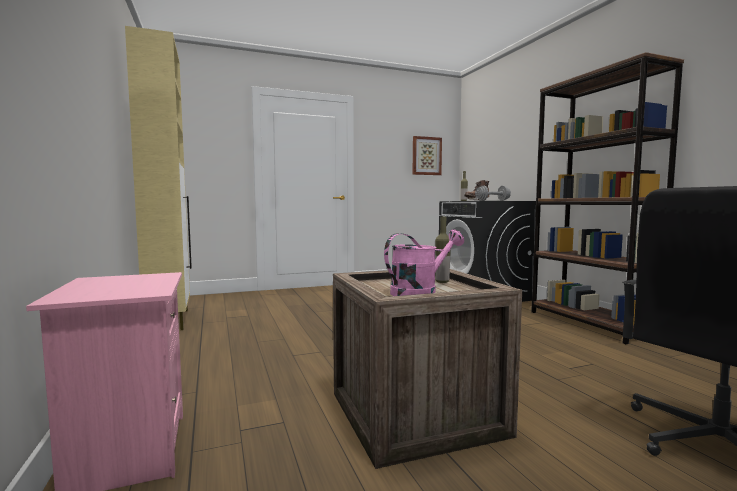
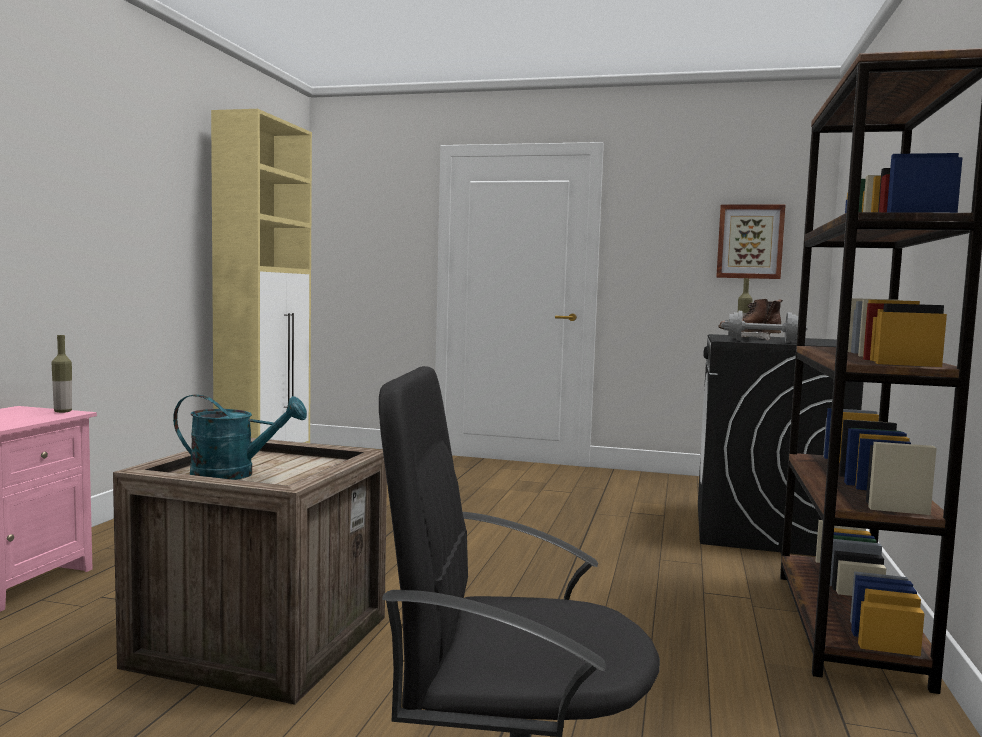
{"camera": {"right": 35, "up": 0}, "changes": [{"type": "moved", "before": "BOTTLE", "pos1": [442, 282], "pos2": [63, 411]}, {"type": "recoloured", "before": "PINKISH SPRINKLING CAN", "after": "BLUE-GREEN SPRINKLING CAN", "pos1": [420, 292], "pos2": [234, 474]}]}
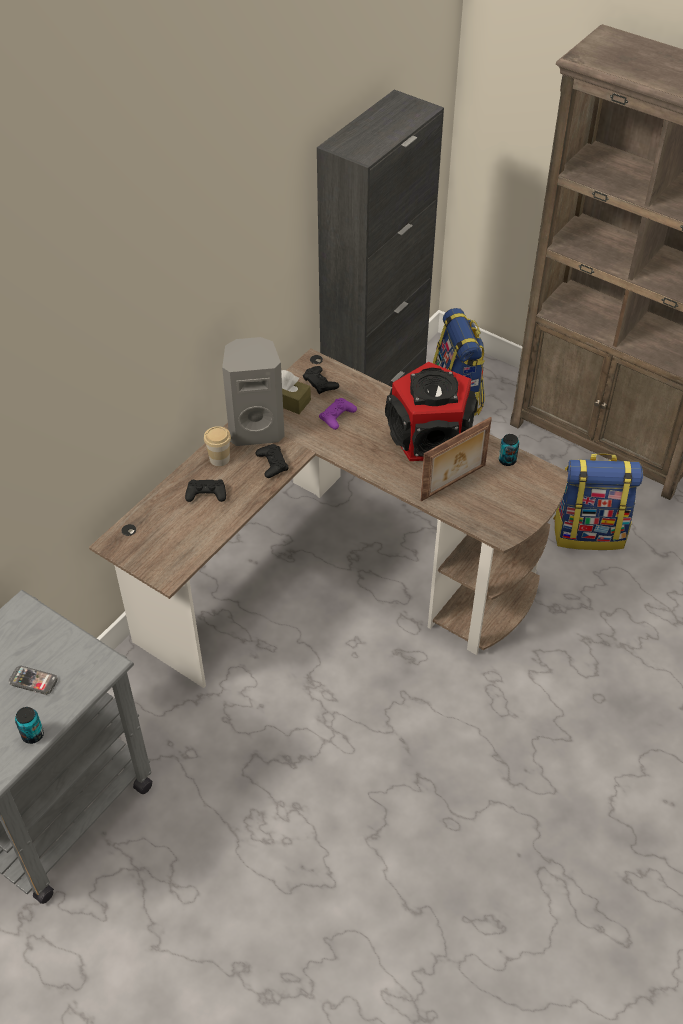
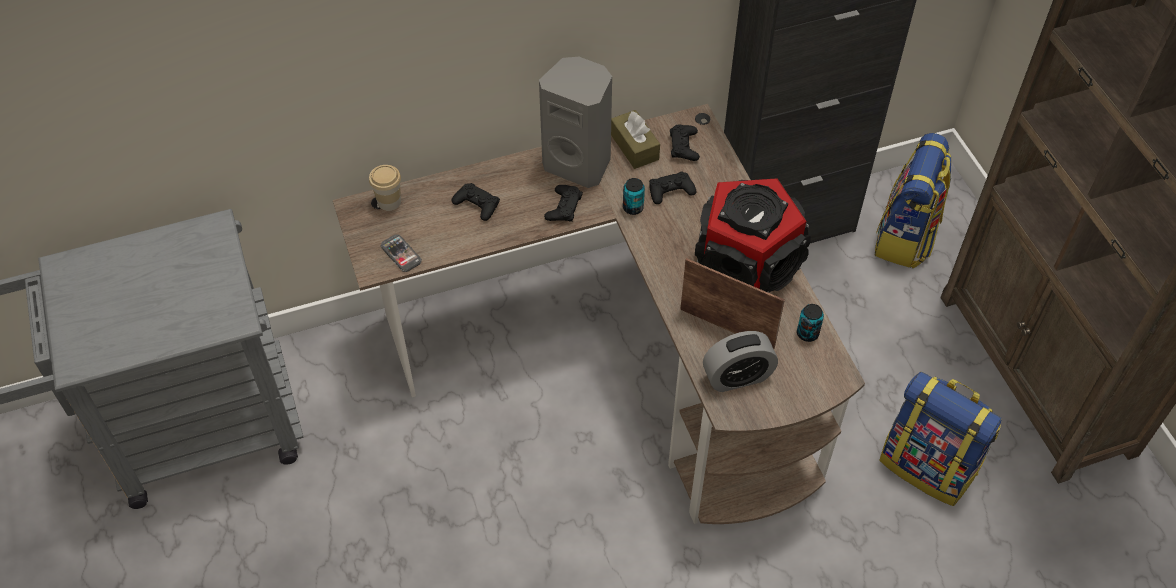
{"camera": {"right": 35, "up": 5}, "changes": [{"type": "added", "after": "BEDSIDE CLOCK", "pos2": [737, 377]}, {"type": "moved", "before": "TELEPHONE", "pos1": [33, 681], "pos2": [401, 254]}, {"type": "moved", "before": "SEALED CAN", "pos1": [33, 735], "pos2": [633, 208]}, {"type": "moved", "before": "DRINKING CUP", "pos1": [219, 459], "pos2": [389, 202]}, {"type": "recoloured", "before": "PURPLE-COLOURED JOYPAD", "after": "BLACK-COLOURED JOYPAD", "pos1": [337, 416], "pos2": [670, 191]}, {"type": "turned", "before": "PHOTO FRAME", "pos1": [454, 483], "pos2": [727, 327], "turn": -150}]}
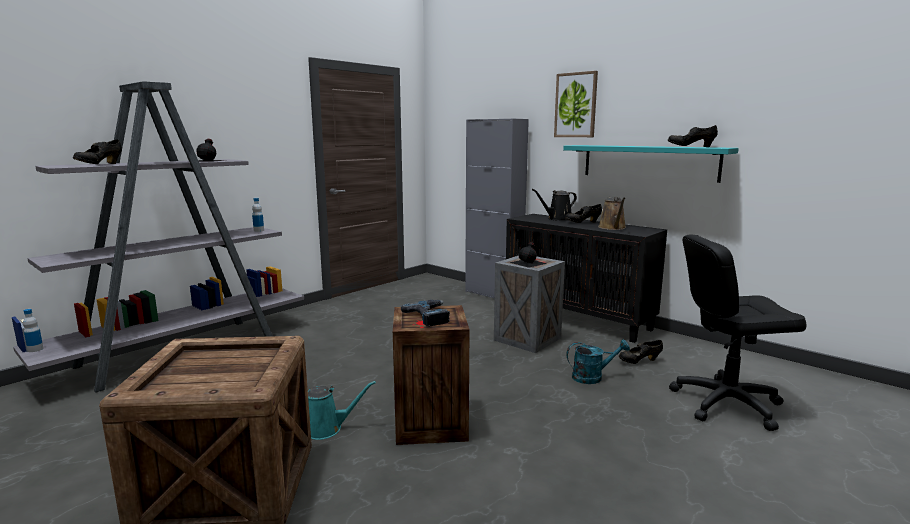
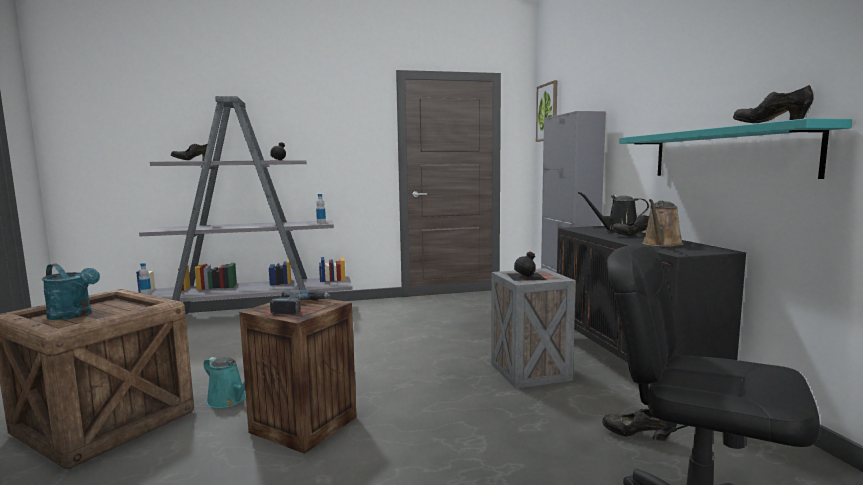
{"camera": {"right": 35, "up": -5}, "changes": [{"type": "moved", "before": "WALL PICTURE", "pos1": [576, 105], "pos2": [547, 112]}, {"type": "moved", "before": "BLUE-GREEN SPRINKLING CAN", "pos1": [592, 377], "pos2": [74, 315]}]}
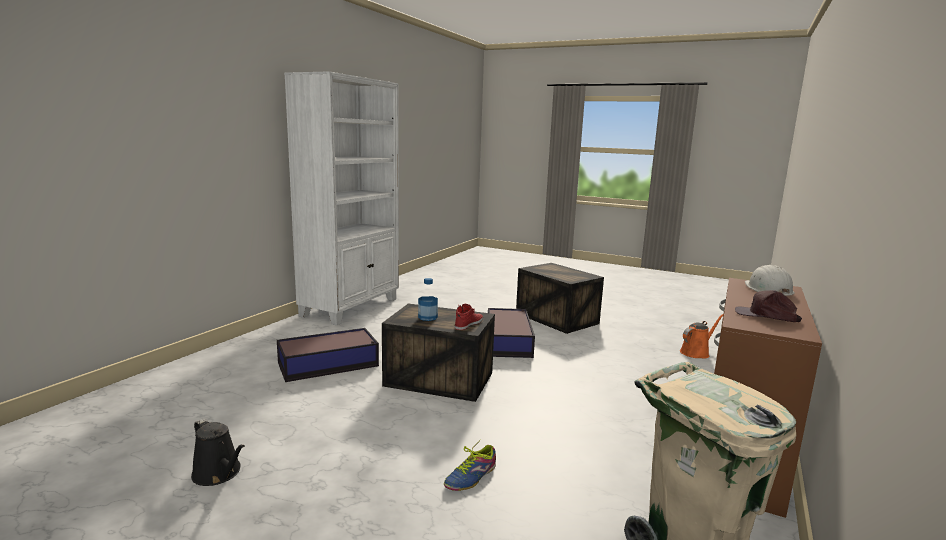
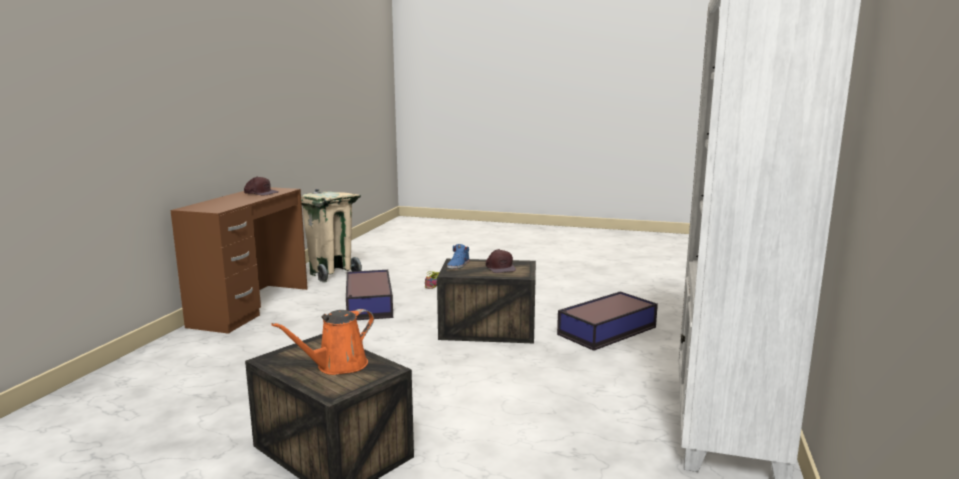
{"camera": {"right": 170, "up": 0}, "changes": [{"type": "removed", "before": "BLACK-COLOURED SPRINKLING CAN", "pos1": [219, 474]}, {"type": "removed", "before": "WHITISH HARD HAT", "pos1": [768, 289]}, {"type": "moved", "before": "STORAGE BOX", "pos1": [509, 341], "pos2": [368, 304]}, {"type": "moved", "before": "ORANGEY SPRINKLING CAN", "pos1": [696, 352], "pos2": [337, 366]}, {"type": "replaced", "before": "BOTTLE", "after": "BROWN-COLOURED BASEBALL CAP", "pos1": [427, 317], "pos2": [500, 267]}, {"type": "recoloured", "before": "RED ITEM OF FOOTWEAR", "after": "BLUE ITEM OF FOOTWEAR", "pos1": [468, 324], "pos2": [458, 265]}]}
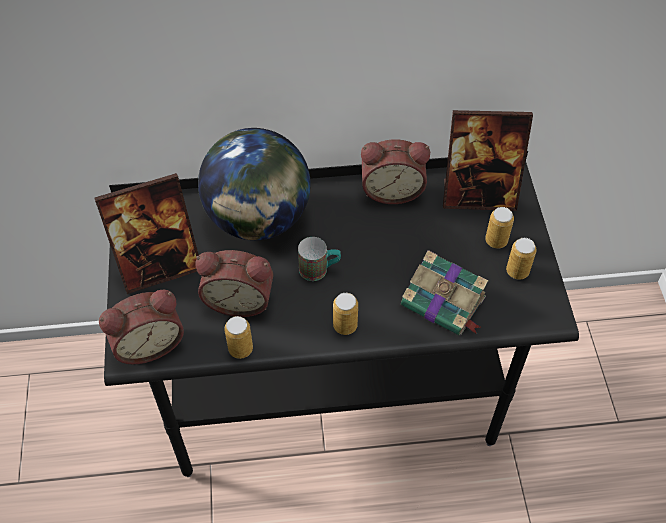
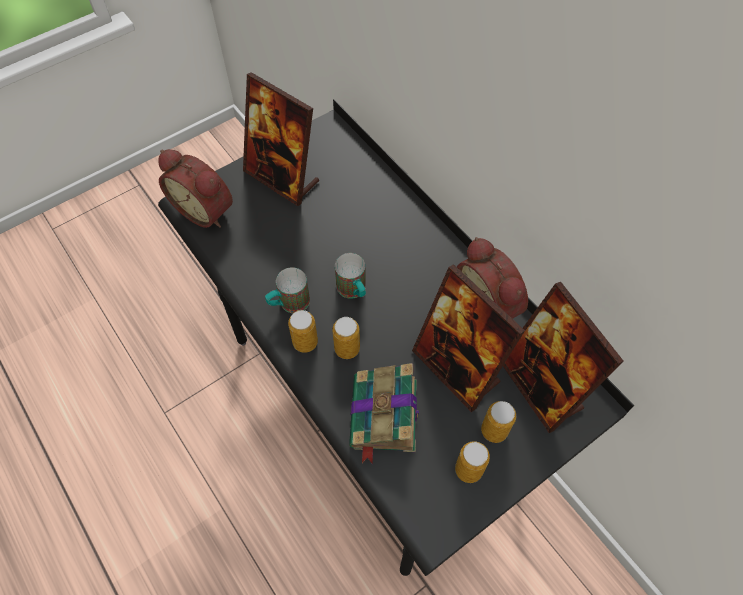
{"camera": {"right": 60, "up": 5}, "changes": [{"type": "removed", "before": "BEDSIDE CLOCK", "pos1": [239, 299]}, {"type": "removed", "before": "DESK GLOBE", "pos1": [258, 219]}, {"type": "added", "after": "MUG", "pos2": [289, 304]}, {"type": "added", "after": "PHOTO FRAME", "pos2": [456, 368]}, {"type": "moved", "before": "SEALED CAN", "pos1": [240, 349], "pos2": [347, 348]}]}
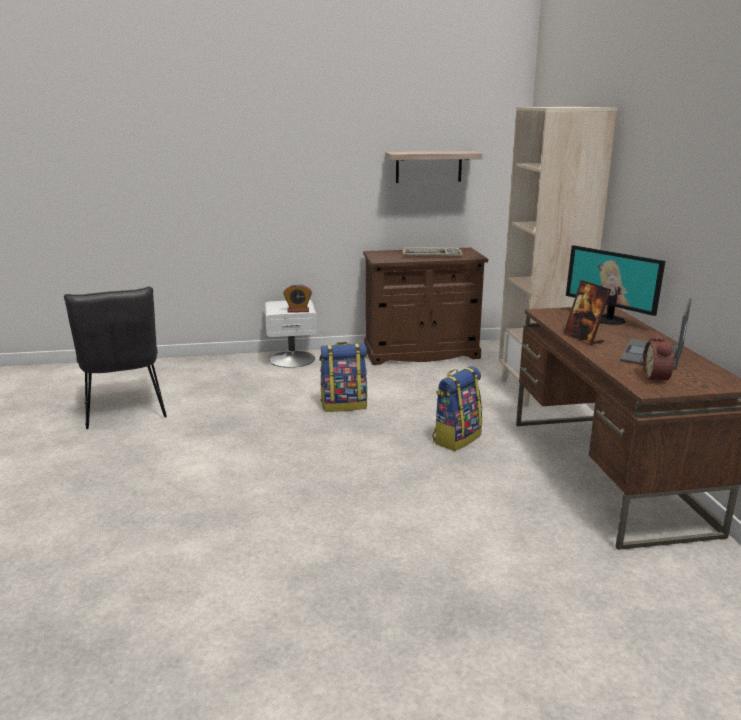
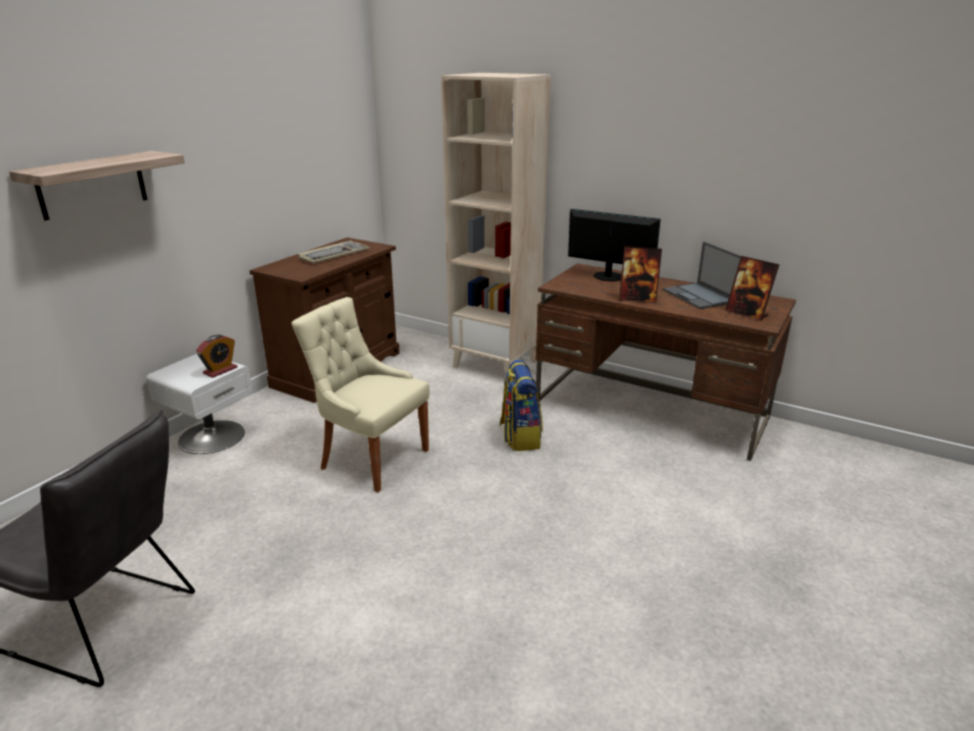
{"camera": {"right": -50, "up": 5}, "changes": [{"type": "moved", "before": "WALL SHELF", "pos1": [428, 166], "pos2": [92, 185]}, {"type": "replaced", "before": "BACKPACK", "after": "SAND-COLOURED UPRIGHT CHAIR", "pos1": [344, 405], "pos2": [371, 458]}, {"type": "replaced", "before": "BEDSIDE CLOCK", "after": "PHOTO FRAME", "pos1": [657, 379], "pos2": [747, 313]}, {"type": "turned", "before": "COMPUTER SCREEN", "pos1": [608, 319], "pos2": [608, 277], "turn": -150}]}
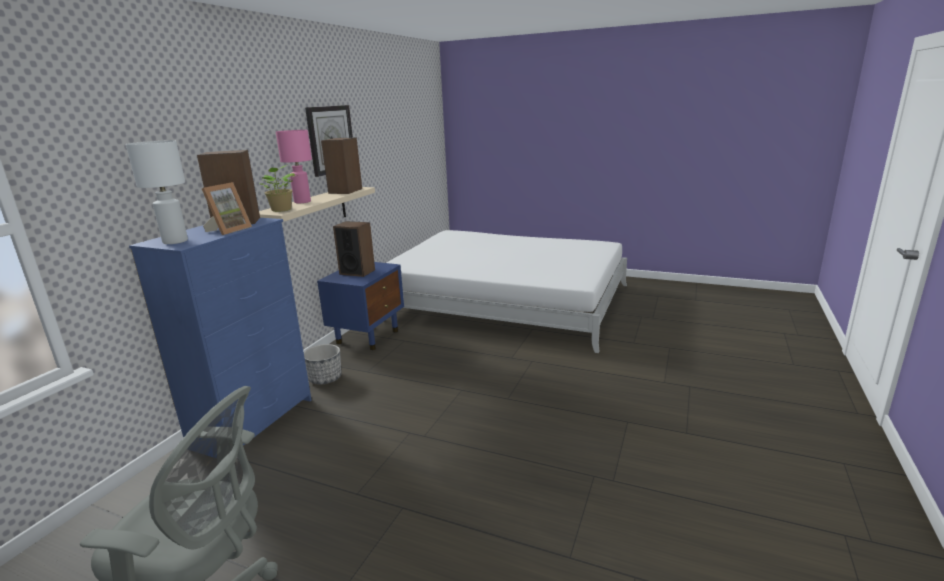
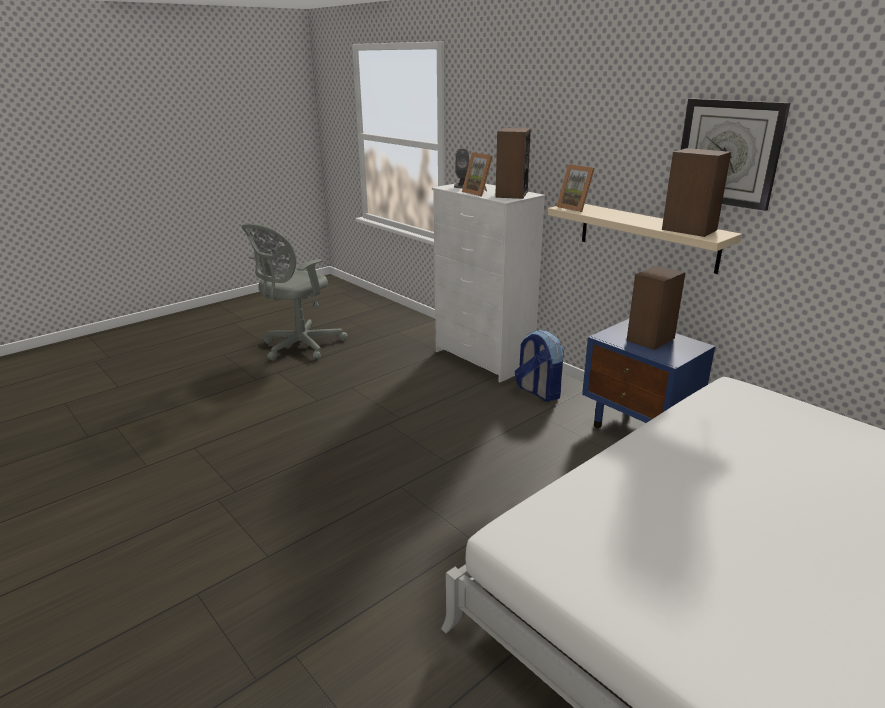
{"camera": {"right": 115, "up": 5}, "changes": [{"type": "removed", "before": "PINKISH TABLE LAMP", "pos1": [302, 202]}, {"type": "replaced", "before": "WHITISH TABLE LAMP", "after": "GREY SPEAKER", "pos1": [175, 241], "pos2": [462, 186]}, {"type": "replaced", "before": "POTTED PLANT", "after": "PHOTO FRAME", "pos1": [281, 210], "pos2": [576, 208]}, {"type": "replaced", "before": "PLANT POT", "after": "BACKPACK", "pos1": [325, 379], "pos2": [538, 392]}, {"type": "recoloured", "before": "BLUE DRAWER CHEST", "after": "WHITISH DRAWER CHEST", "pos1": [255, 422], "pos2": [483, 359]}]}
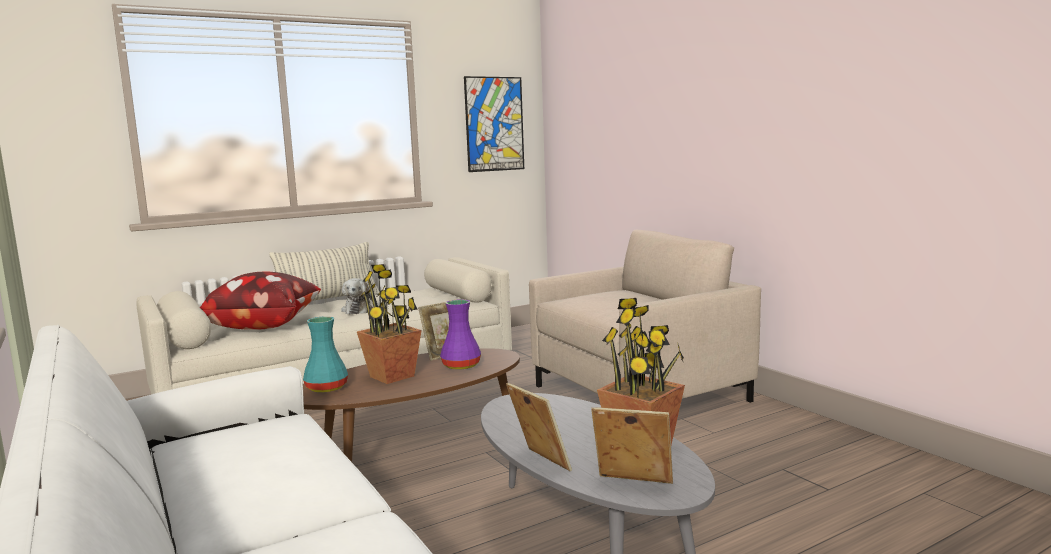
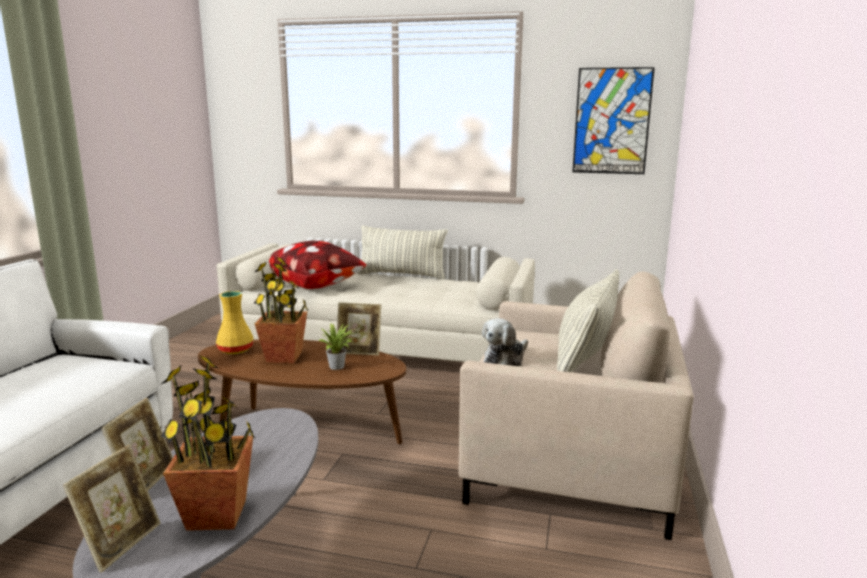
{"camera": {"right": 45, "up": 5}, "changes": [{"type": "added", "after": "PILLOW", "pos2": [586, 357]}, {"type": "moved", "before": "PLUSH TOY", "pos1": [358, 310], "pos2": [505, 359]}, {"type": "replaced", "before": "PURPLE-COLOURED FLOWER VASE", "after": "POTTED PLANT", "pos1": [460, 366], "pos2": [338, 367]}, {"type": "recoloured", "before": "BLUE-GREEN FLOWER VASE", "after": "YELLOW FLOWER VASE", "pos1": [326, 388], "pos2": [234, 350]}, {"type": "turned", "before": "PHOTO FRAME", "pos1": [633, 485], "pos2": [121, 543], "turn": 45}]}
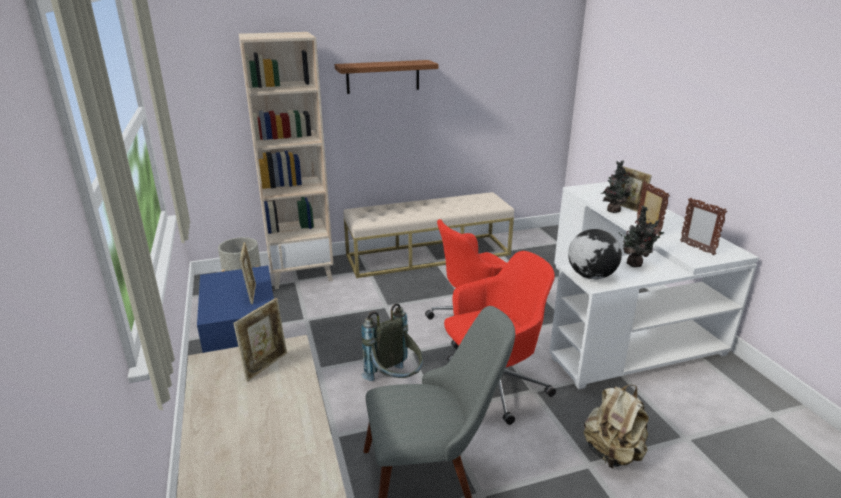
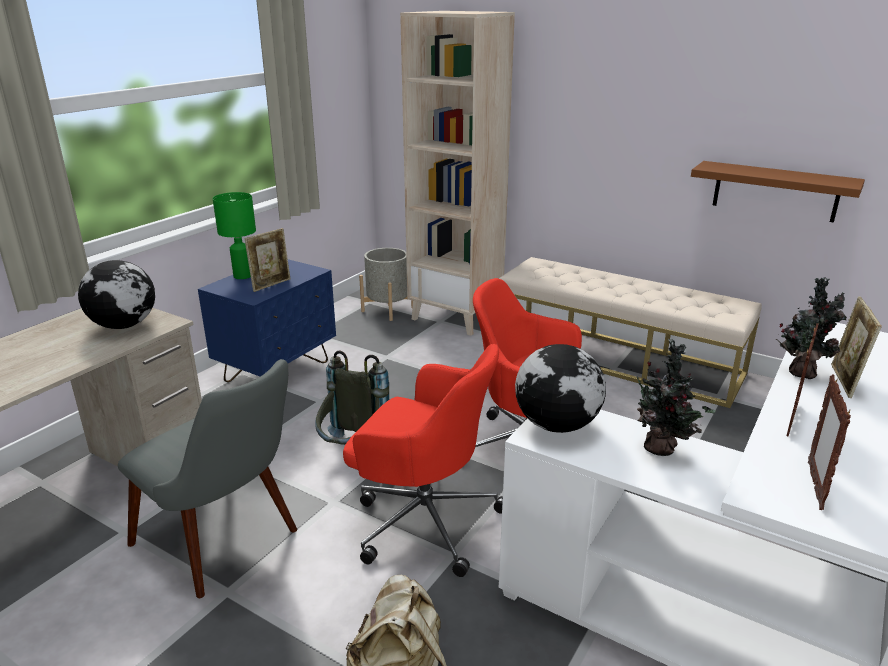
{"camera": {"right": 50, "up": 0}, "changes": [{"type": "added", "after": "GREEN-COLOURED TABLE LAMP", "pos2": [243, 276]}, {"type": "moved", "before": "BROWN-COLOURED WALL SHELF", "pos1": [383, 76], "pos2": [775, 191]}, {"type": "replaced", "before": "PHOTO FRAME", "after": "DESK GLOBE", "pos1": [266, 365], "pos2": [125, 325]}]}
